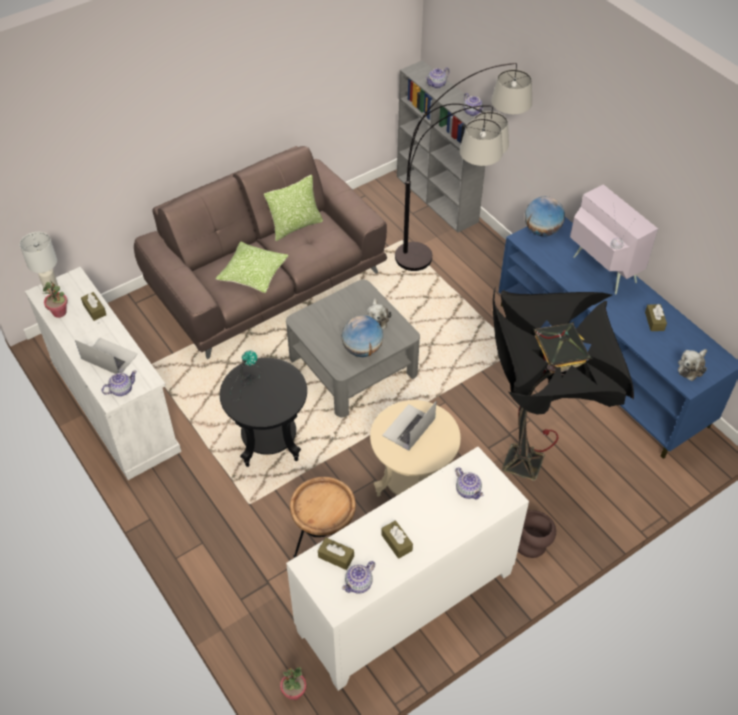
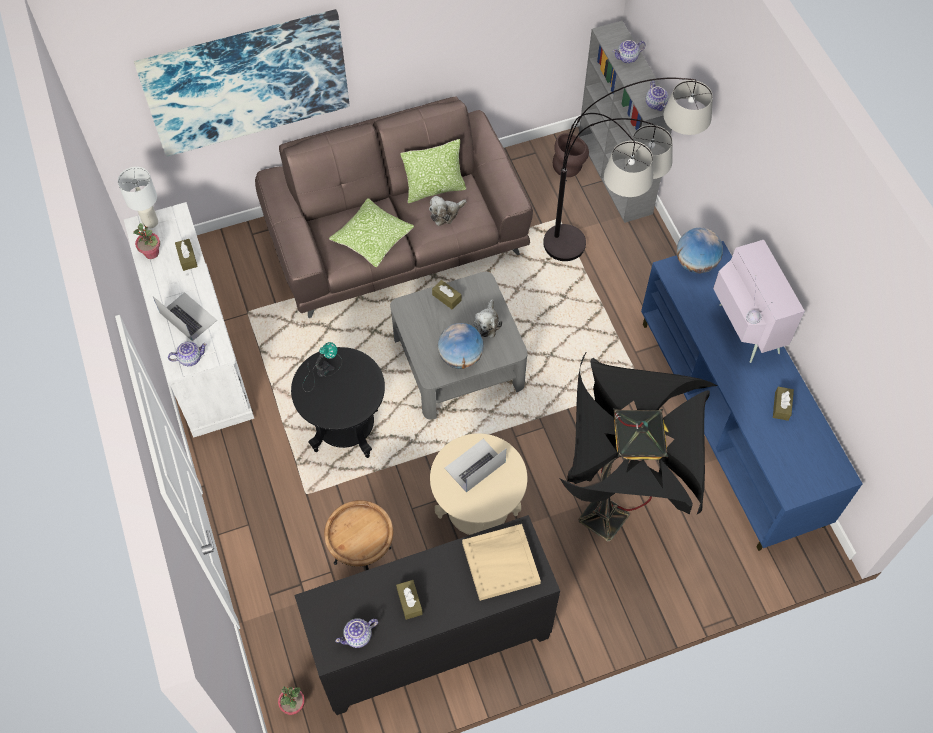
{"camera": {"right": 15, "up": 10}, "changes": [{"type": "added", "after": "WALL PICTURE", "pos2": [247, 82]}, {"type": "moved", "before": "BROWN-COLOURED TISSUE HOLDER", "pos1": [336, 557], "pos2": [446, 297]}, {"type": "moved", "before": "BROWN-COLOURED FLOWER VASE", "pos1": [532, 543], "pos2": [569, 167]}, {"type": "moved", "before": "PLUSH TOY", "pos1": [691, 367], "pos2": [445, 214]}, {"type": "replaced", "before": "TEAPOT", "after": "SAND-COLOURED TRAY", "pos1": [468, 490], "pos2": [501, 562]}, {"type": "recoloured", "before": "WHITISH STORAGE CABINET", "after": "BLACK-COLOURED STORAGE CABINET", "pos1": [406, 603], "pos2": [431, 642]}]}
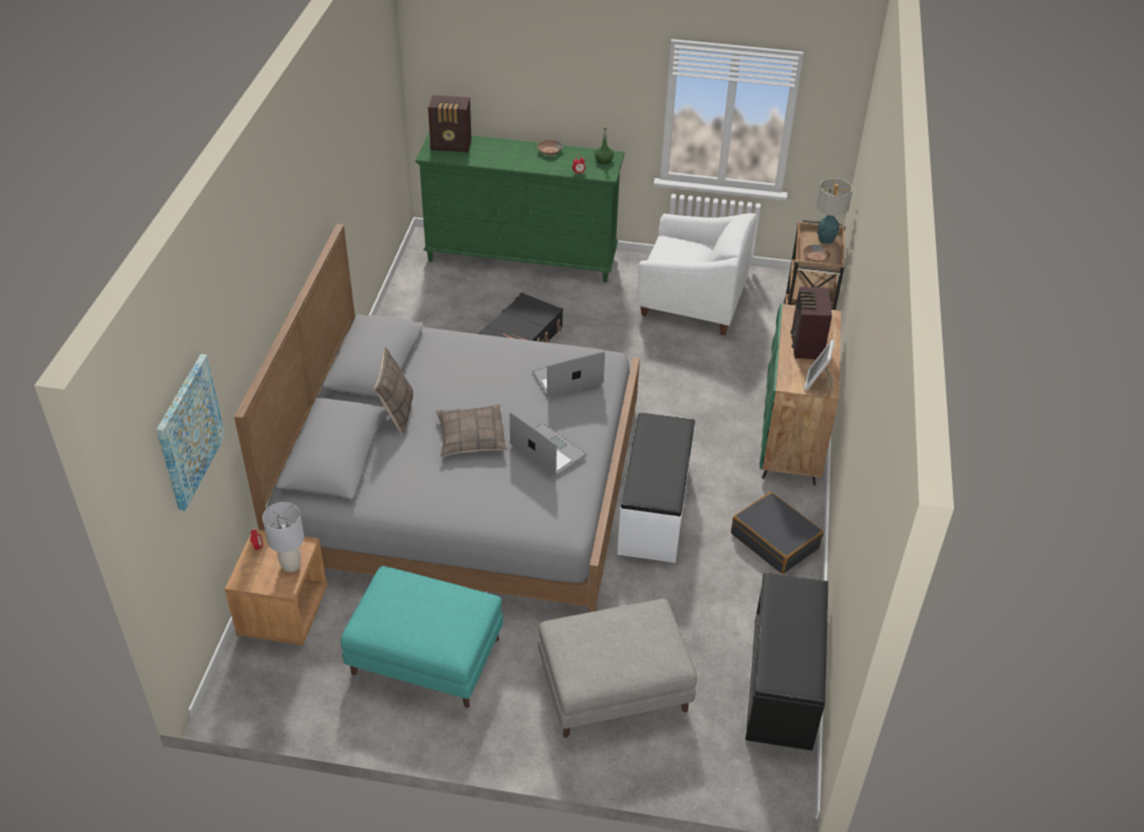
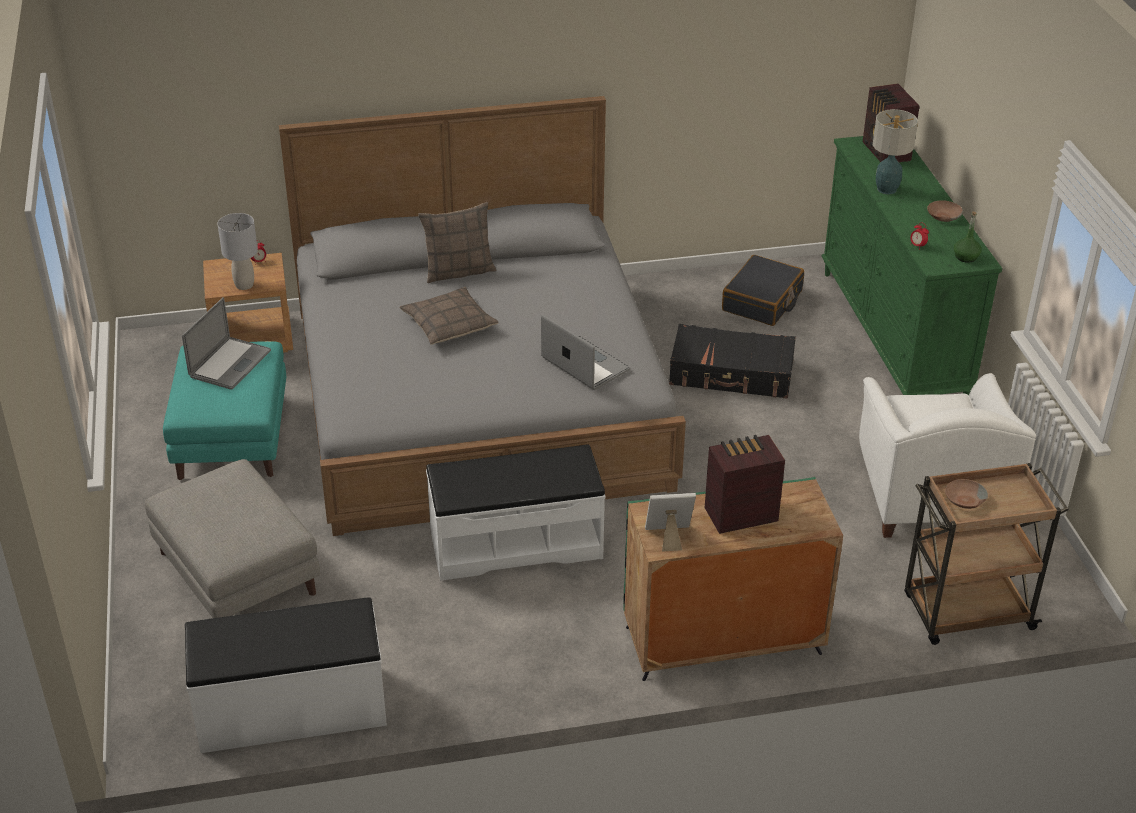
{"camera": {"right": 70, "up": -5}, "changes": [{"type": "removed", "before": "WALL PICTURE", "pos1": [189, 431]}, {"type": "moved", "before": "NOTEBOOK COMPUTER", "pos1": [548, 450], "pos2": [230, 363]}, {"type": "moved", "before": "BLACK-COLOURED TRAVEL CASE", "pos1": [775, 540], "pos2": [762, 301]}, {"type": "moved", "before": "TABLE LAMP", "pos1": [826, 239], "pos2": [886, 189]}, {"type": "recoloured", "before": "BLACK-COLOURED LONG SEAT", "after": "WHITISH LONG SEAT", "pos1": [783, 683], "pos2": [292, 710]}]}
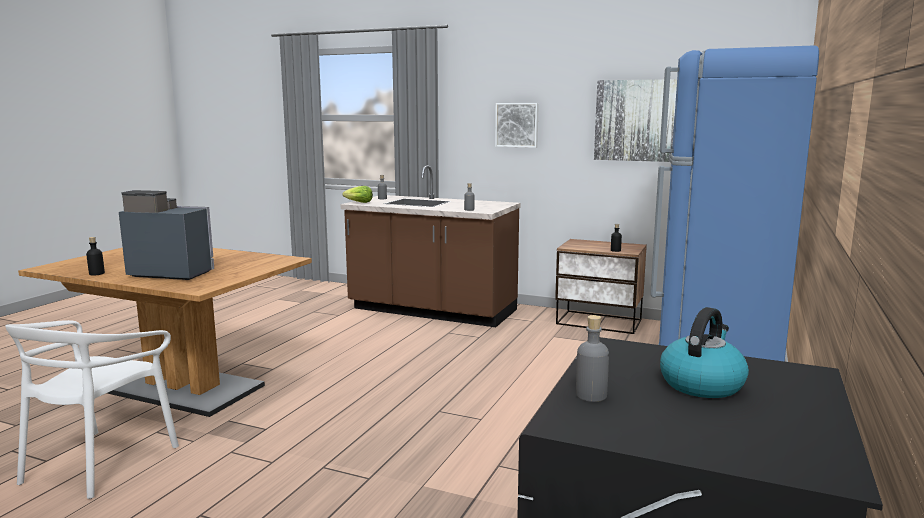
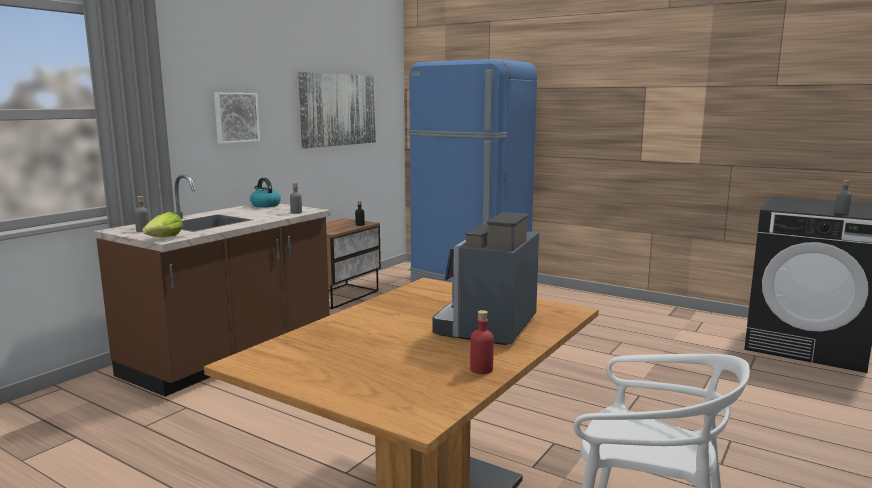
{"camera": {"right": -80, "up": 0}, "changes": [{"type": "moved", "before": "KETTLE", "pos1": [701, 384], "pos2": [265, 205]}, {"type": "recoloured", "before": "BLACK-COLOURED BOTTLE", "after": "RED BOTTLE", "pos1": [96, 273], "pos2": [481, 369]}]}
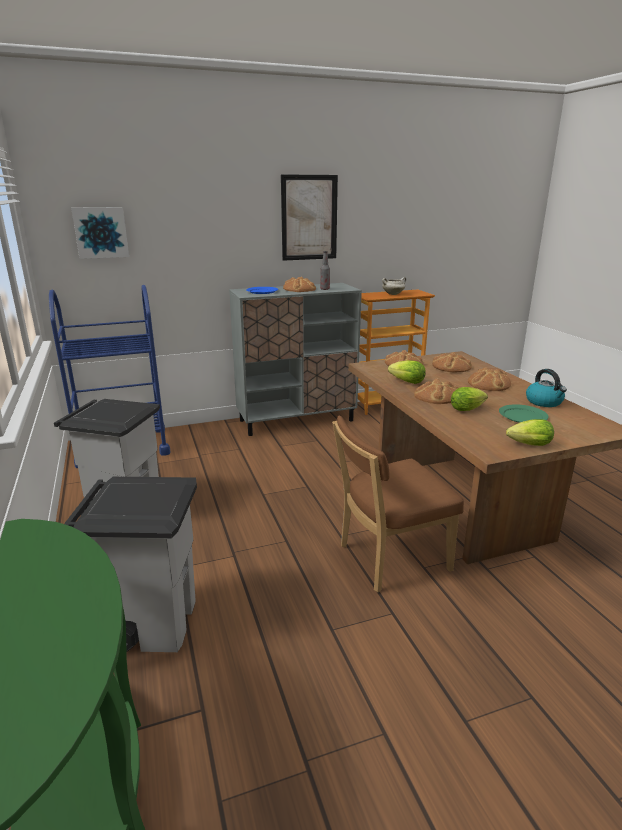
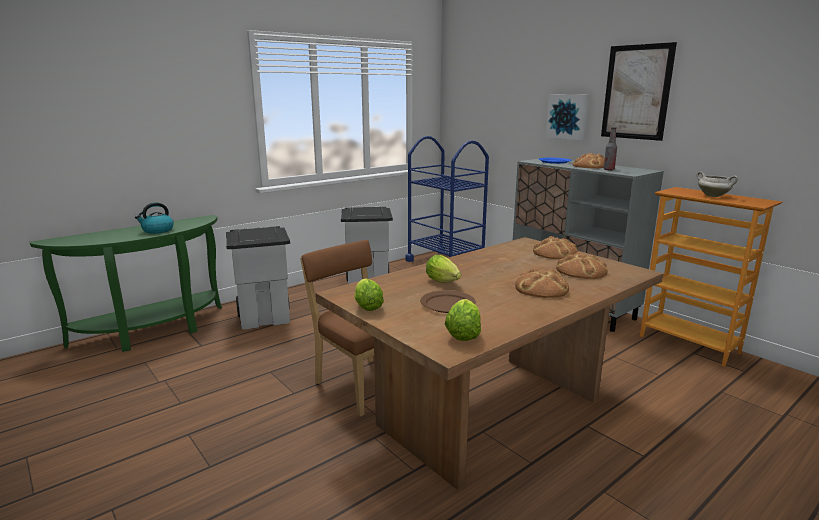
{"camera": {"right": 70, "up": -5}, "changes": [{"type": "removed", "before": "BAKED BREAD", "pos1": [436, 396]}, {"type": "moved", "before": "WALL PICTURE", "pos1": [101, 232], "pos2": [567, 116]}, {"type": "moved", "before": "LETTUCE", "pos1": [407, 382], "pos2": [463, 334]}, {"type": "moved", "before": "KETTLE", "pos1": [544, 402], "pos2": [157, 230]}, {"type": "recoloured", "before": "GREEN-COLOURED PLATE", "after": "BROWN-COLOURED PLATE", "pos1": [523, 416], "pos2": [447, 304]}]}
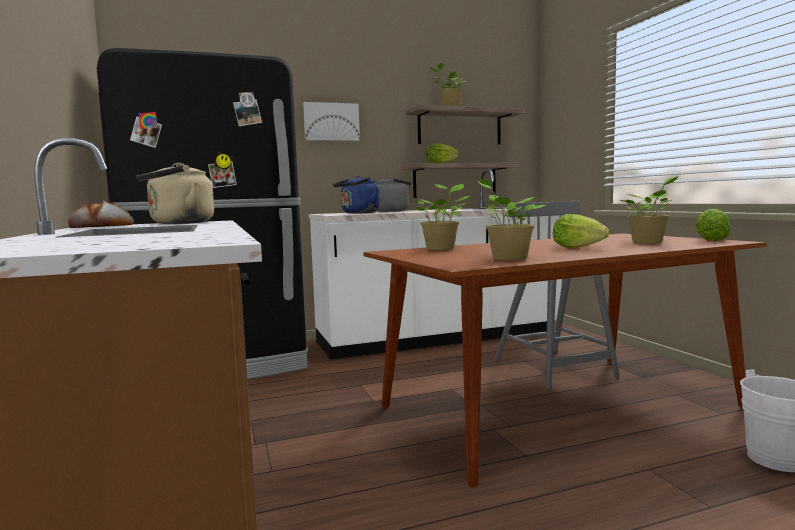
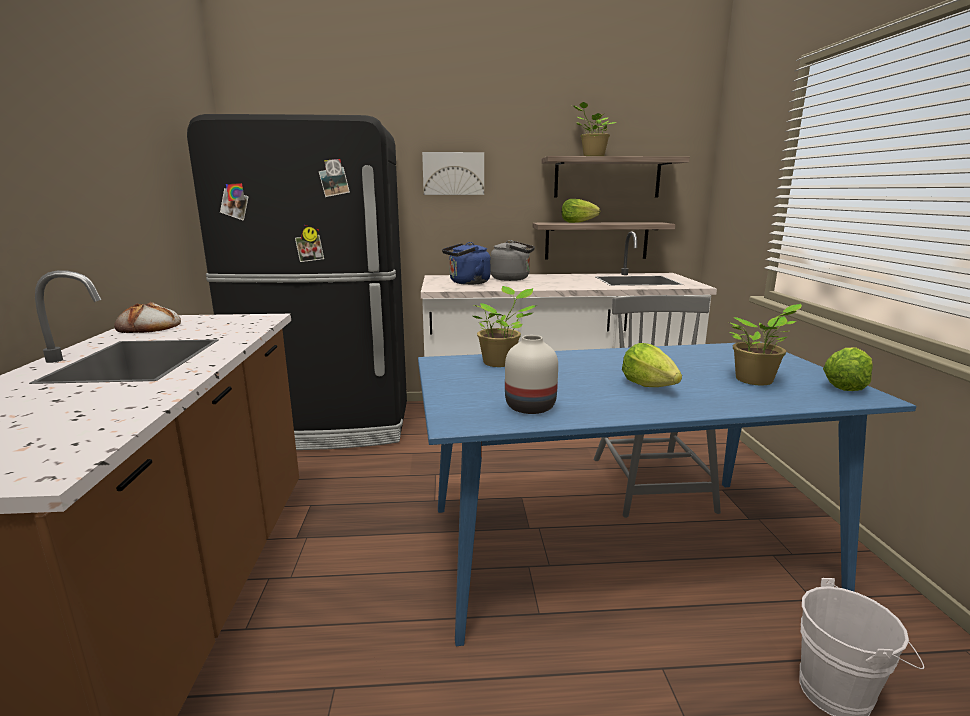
{"camera": {"right": 15, "up": 10}, "changes": [{"type": "removed", "before": "SAND-COLOURED KETTLE", "pos1": [178, 223]}, {"type": "replaced", "before": "POTTED PLANT", "after": "WHITISH FLOWER VASE", "pos1": [507, 258], "pos2": [531, 407]}, {"type": "recoloured", "before": "BROWN-COLOURED KITCHEN TABLE", "after": "BLUE KITCHEN TABLE", "pos1": [559, 407], "pos2": [619, 548]}]}
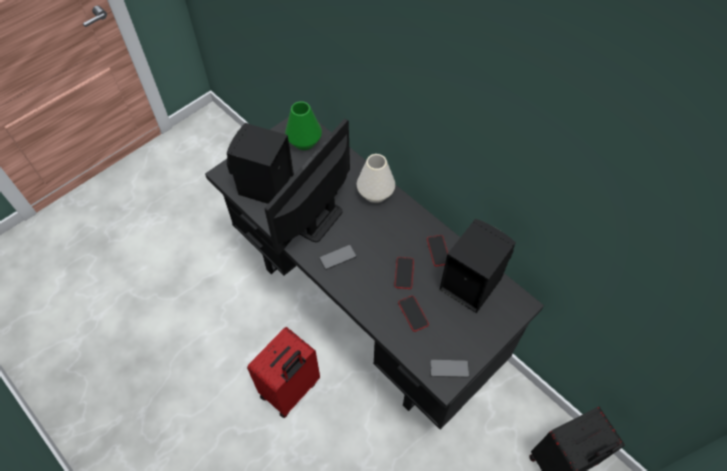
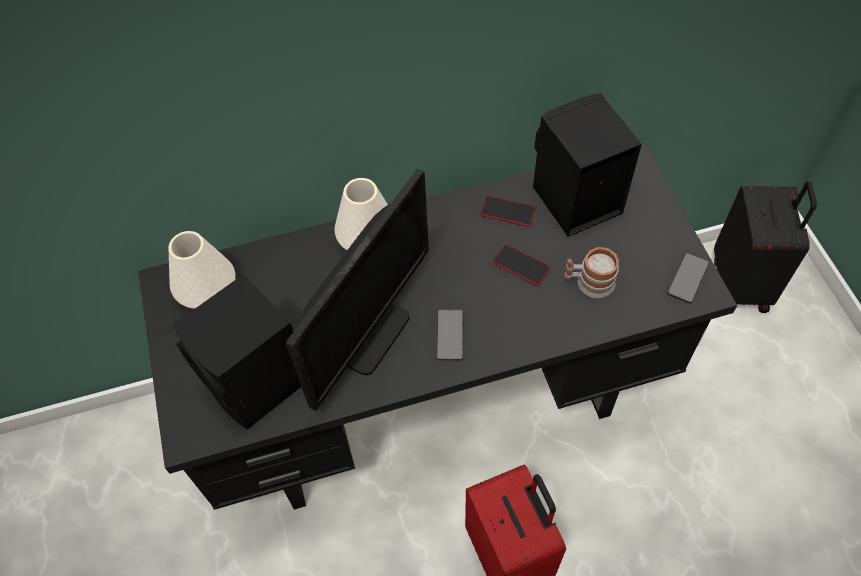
{"camera": {"right": -60, "up": 0}, "changes": [{"type": "replaced", "before": "TELEPHONE", "after": "MUG", "pos1": [413, 313], "pos2": [589, 282]}, {"type": "recoloured", "before": "GREEN-COLOURED FLOWER VASE", "after": "WHITISH FLOWER VASE", "pos1": [304, 141], "pos2": [208, 293]}, {"type": "turned", "before": "COMPUTER SCREEN", "pos1": [318, 220], "pos2": [368, 334], "turn": -120}]}
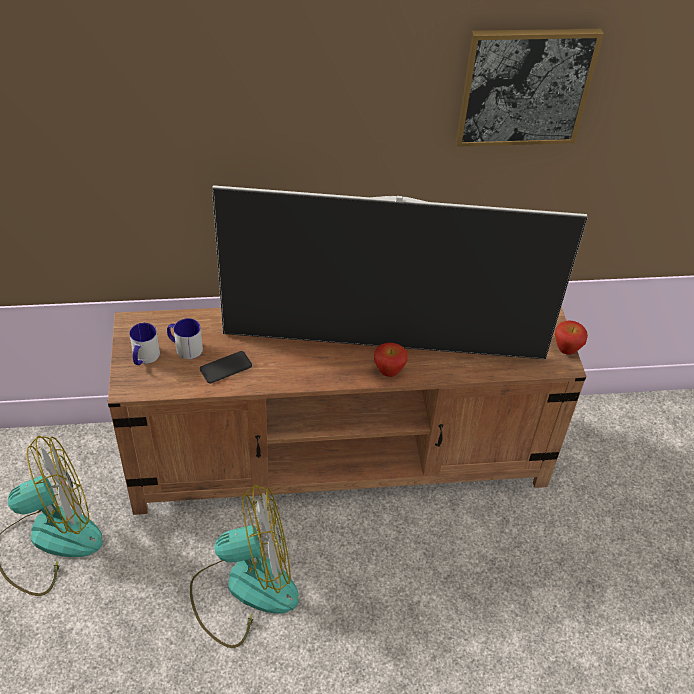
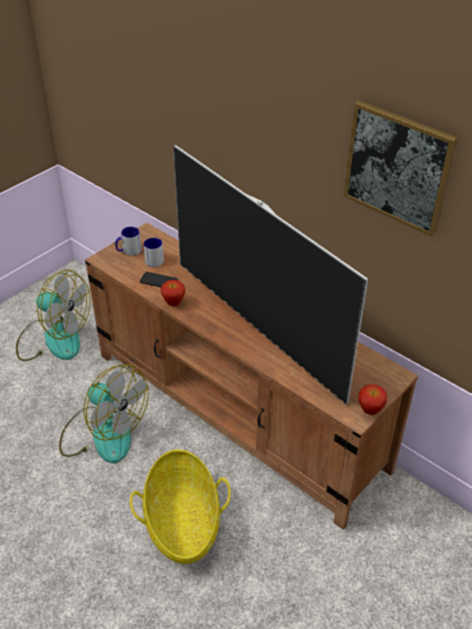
{"camera": {"right": 50, "up": -5}, "changes": [{"type": "added", "after": "STORAGE BASKET", "pos2": [182, 522]}, {"type": "moved", "before": "APPLE FRUIT", "pos1": [388, 372], "pos2": [173, 303]}]}
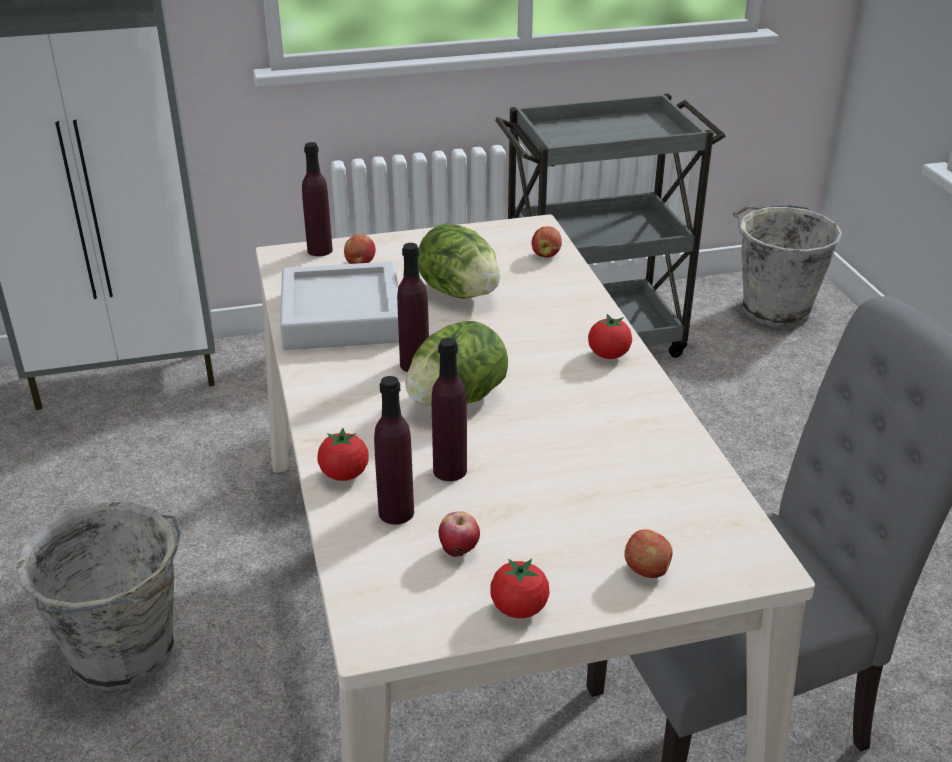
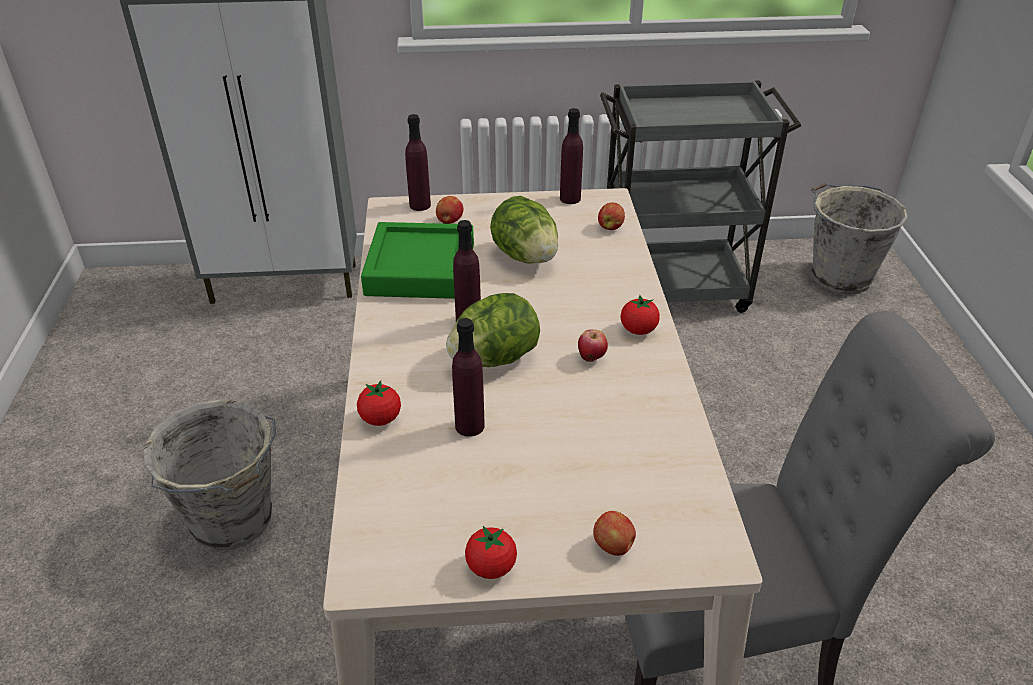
{"camera": {"right": 10, "up": 5}, "changes": [{"type": "moved", "before": "PURPLE-COLOURED BOTTLE", "pos1": [396, 512], "pos2": [570, 198]}, {"type": "moved", "before": "APPLE FRUIT", "pos1": [459, 551], "pos2": [591, 358]}, {"type": "recoloured", "before": "GREY TRAY", "after": "GREEN-COLOURED TRAY", "pos1": [342, 316], "pos2": [420, 269]}]}
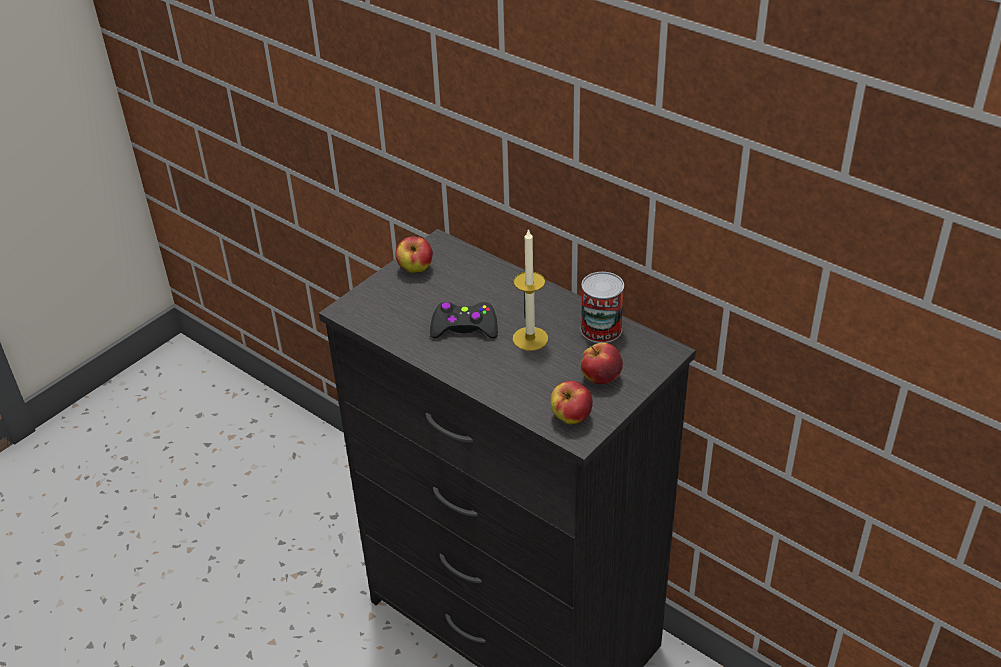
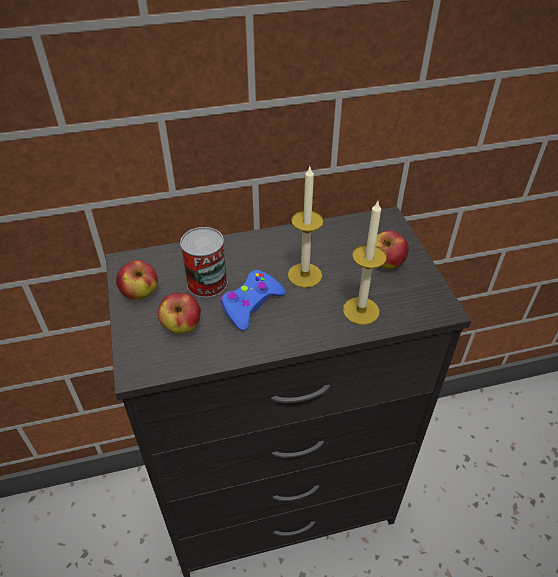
{"camera": {"right": -55, "up": 5}, "changes": [{"type": "added", "after": "WAX CANDLE", "pos2": [361, 310]}, {"type": "moved", "before": "APPLE FRUIT", "pos1": [571, 417], "pos2": [182, 327]}, {"type": "moved", "before": "SEALED CAN", "pos1": [601, 329], "pos2": [207, 283]}, {"type": "recoloured", "before": "BLACK-COLOURED JOYPAD", "after": "BLUE JOYPAD", "pos1": [464, 328], "pos2": [251, 304]}]}
